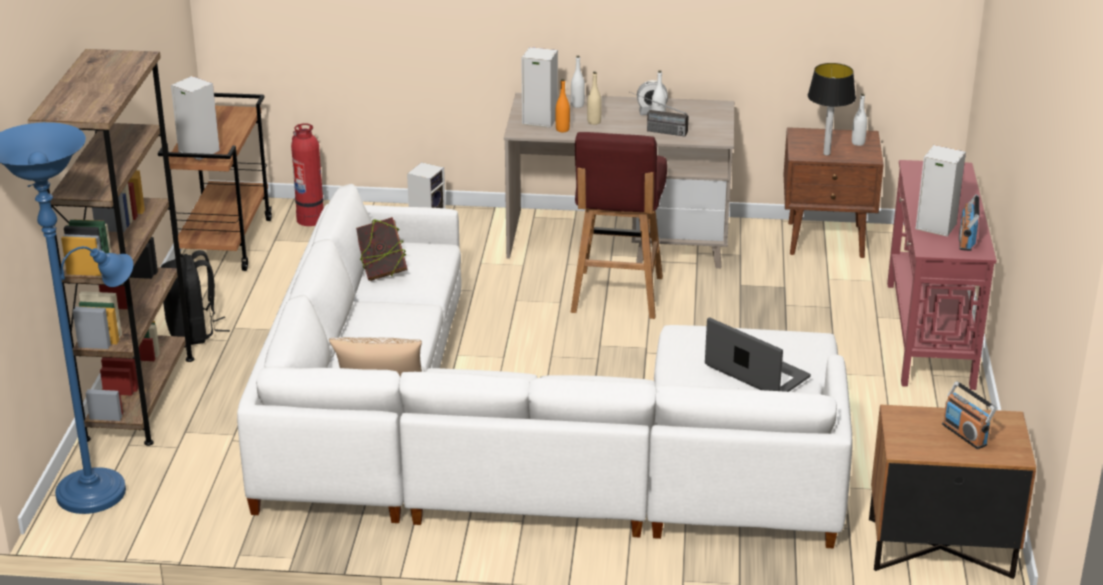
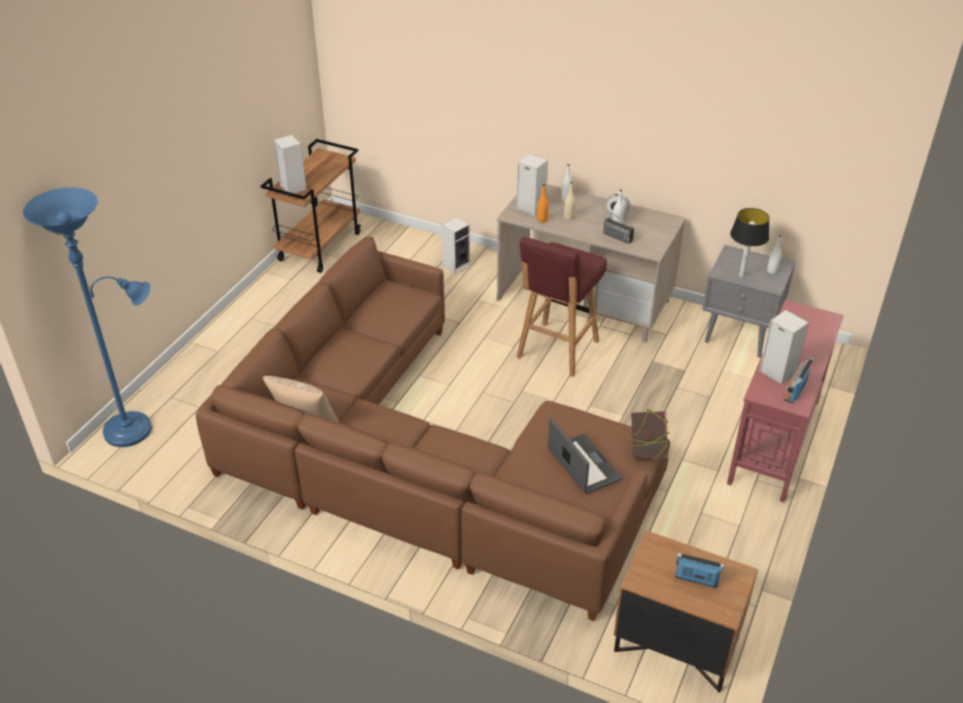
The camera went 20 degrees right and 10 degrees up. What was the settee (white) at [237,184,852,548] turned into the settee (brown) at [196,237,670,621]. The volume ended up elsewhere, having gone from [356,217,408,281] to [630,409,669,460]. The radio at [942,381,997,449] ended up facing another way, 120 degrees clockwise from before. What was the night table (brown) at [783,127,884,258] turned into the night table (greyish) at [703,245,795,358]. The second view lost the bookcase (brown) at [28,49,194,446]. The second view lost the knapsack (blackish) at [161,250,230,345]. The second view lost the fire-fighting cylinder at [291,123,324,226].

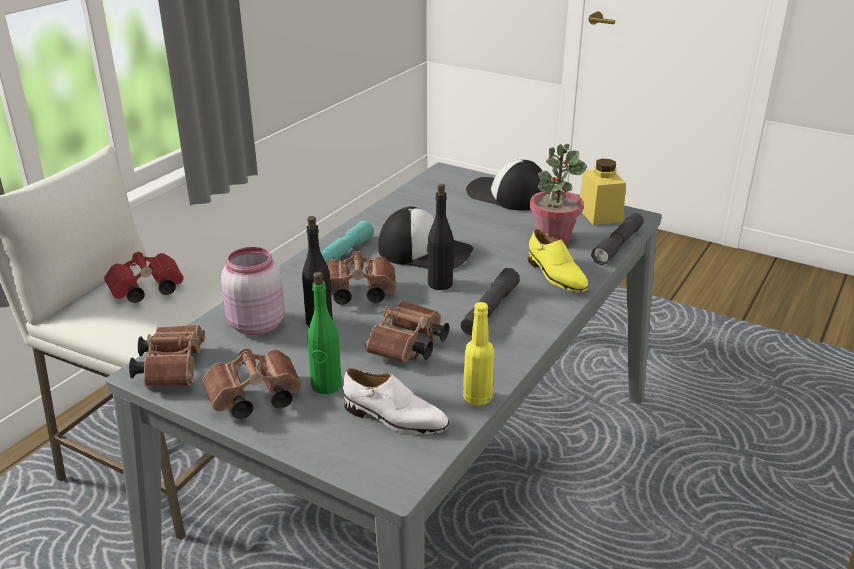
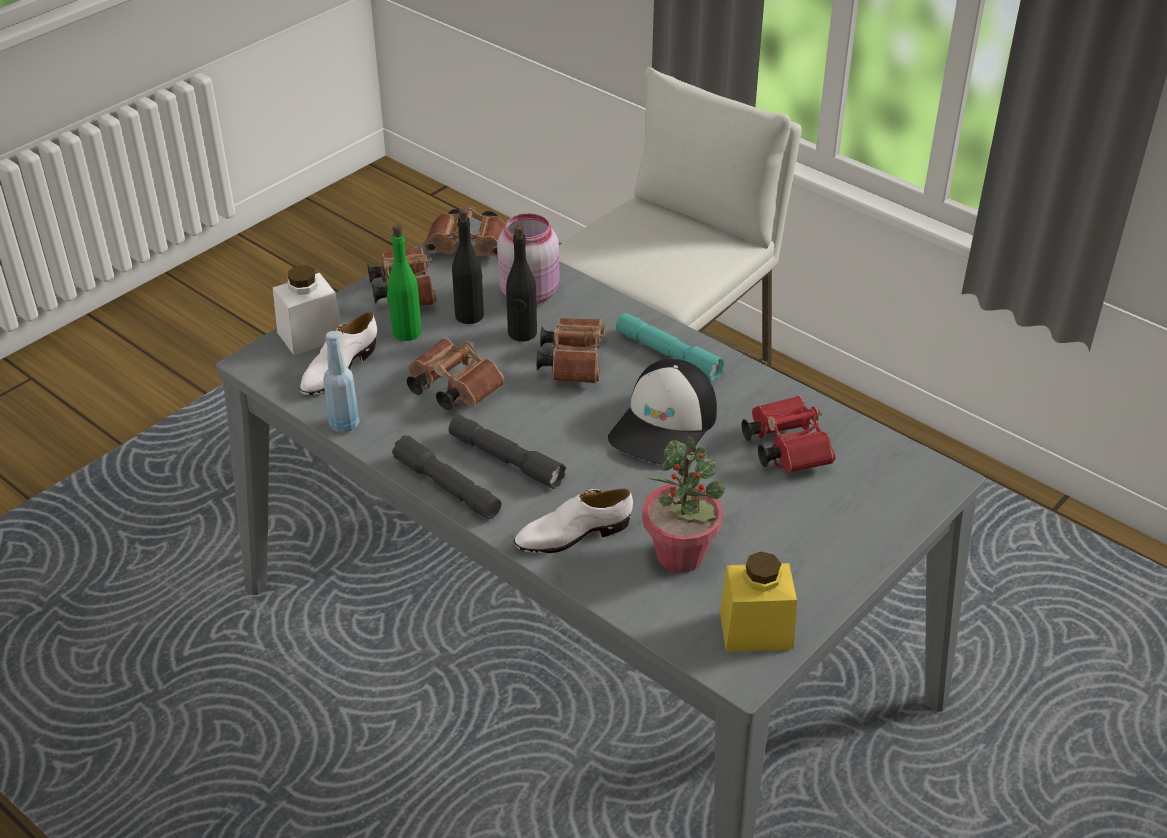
The camera went 100 degrees right and 10 degrees up. The second view gained the jar (white) at [273,265,341,355]. What was the drink bottle (yellow-coloured) at [463,302,494,406] turned into the drink bottle (blue-coloured) at [323,331,359,433]. The flashlight (greyish) ended up elsewhere, having gone from [591,213,644,265] to [392,435,501,519]. The drink bottle (blackish) ended up elsewhere, having gone from [427,184,453,290] to [452,208,484,324]. What was the shoe (yellow-coloured) at [528,229,588,292] turned into the shoe (white) at [514,489,633,553]. The pair of binoculars (red-coloured) ended up elsewhere, having gone from [104,252,184,303] to [741,396,835,473]. The second view lost the cap at [466,160,542,211].

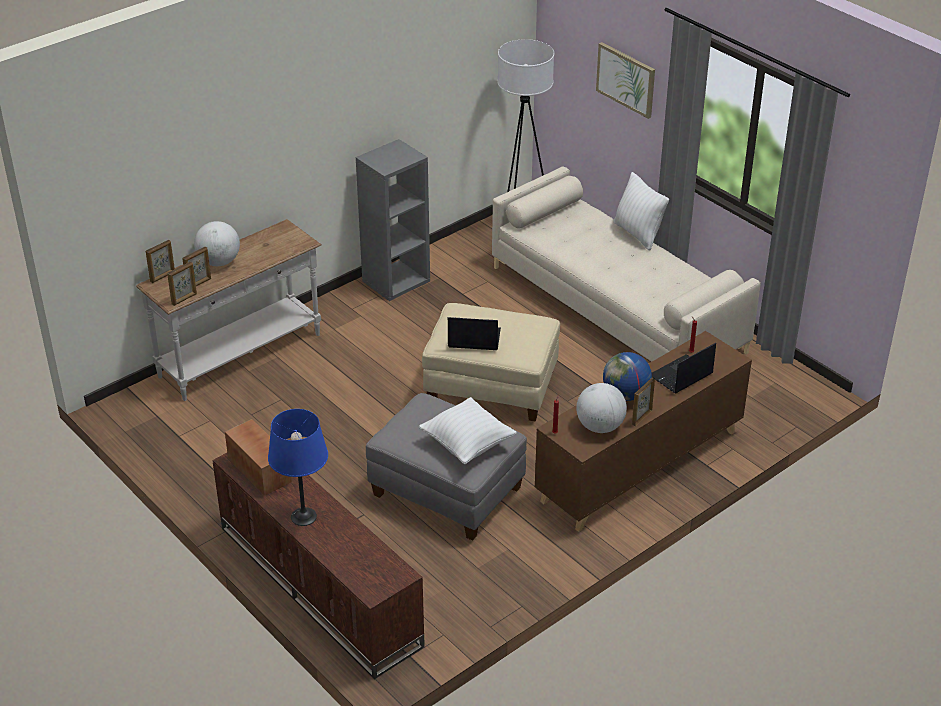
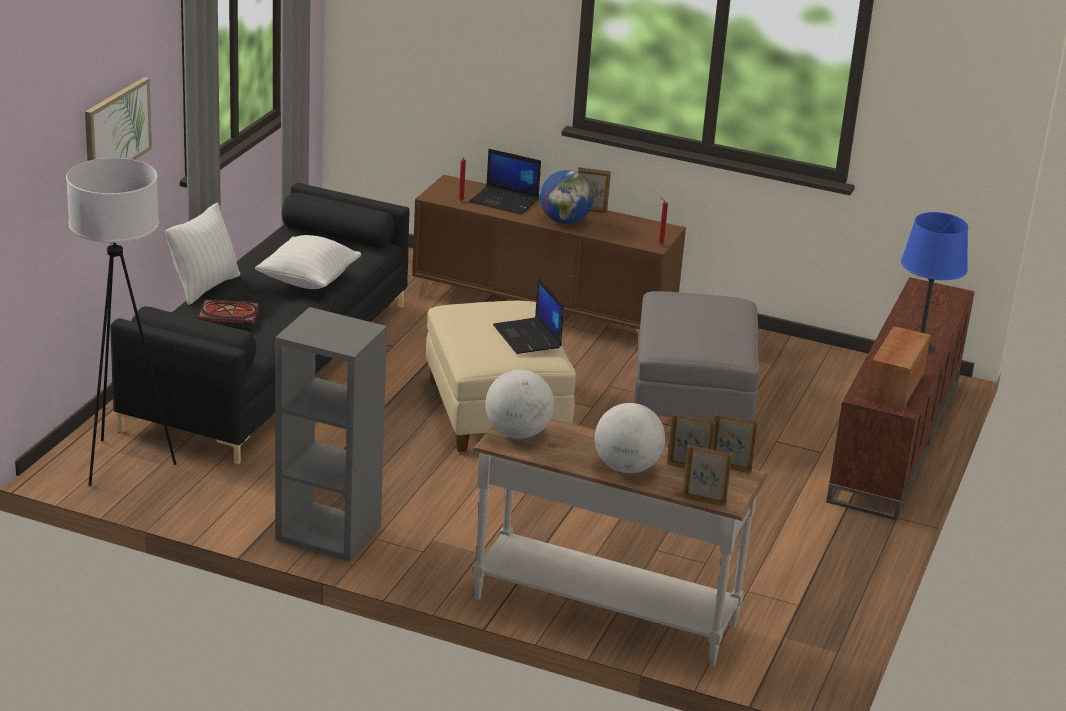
The camera went 120 degrees left and 10 degrees down. What was the settee (beige-coloured) at [492,167,761,362] turned into the settee (blackish) at [110,183,410,464]. The second view gained the volume at [198,299,259,325]. The pillow (white) ended up elsewhere, having gone from [419,397,517,464] to [255,235,361,289]. The globe ended up elsewhere, having gone from [576,383,627,433] to [485,370,554,439].

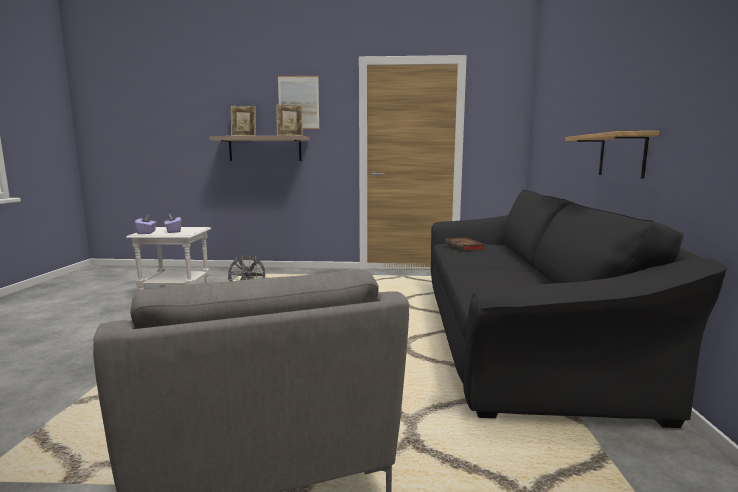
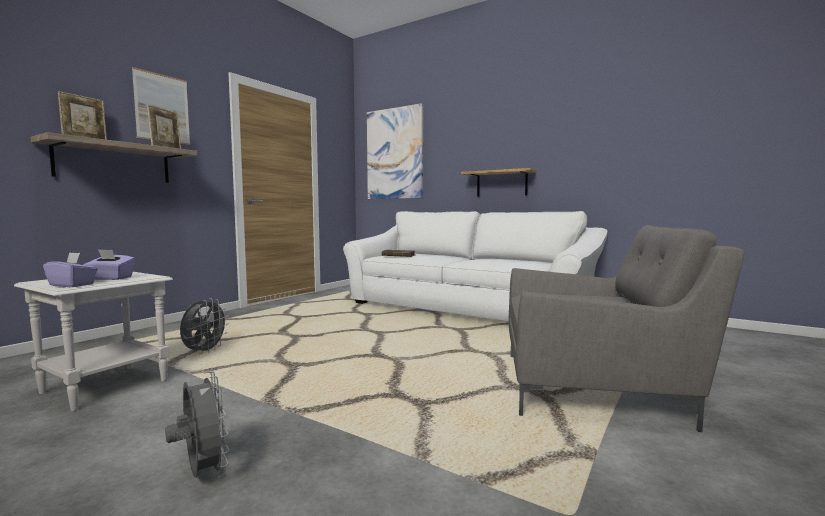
The camera went 60 degrees left and 5 degrees down. The second view gained the cooling fan (greyish) at [165,371,229,478]. What was the settee (blackish) at [431,190,727,428] turned into the settee (white) at [343,211,608,322]. The second view gained the picture at [367,103,423,199].

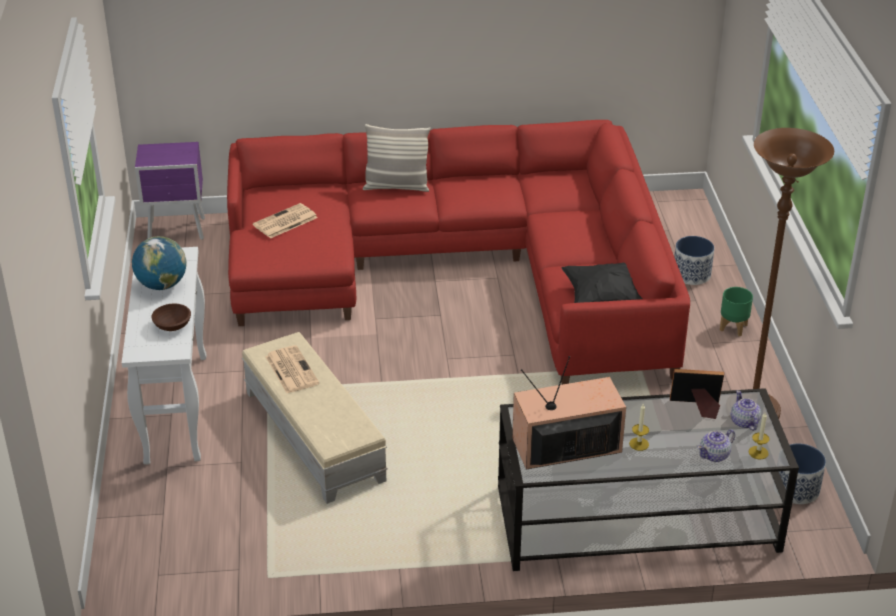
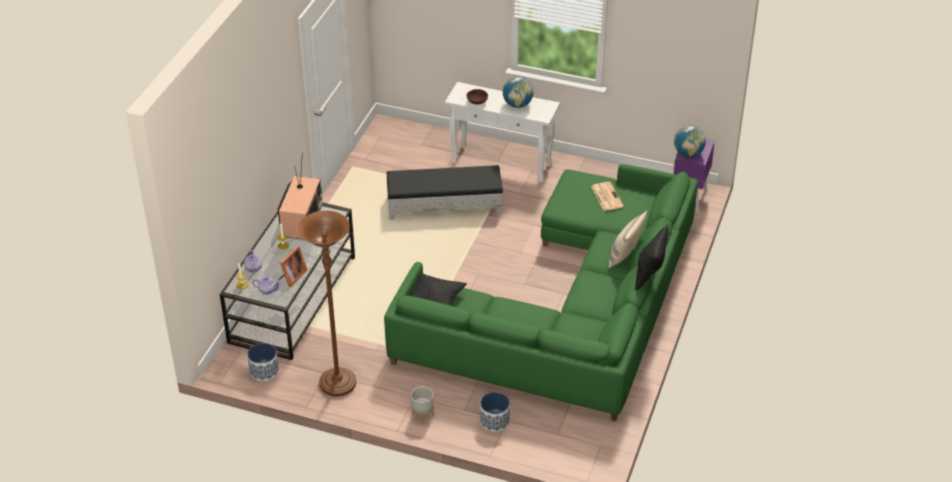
The camera went 115 degrees right and 5 degrees up. What was the settee (red-coloured) at [227,120,690,385] turned into the settee (green) at [384,164,698,421]. What was the pouffe (beige-coloured) at [242,332,388,504] turned into the pouffe (blackish) at [386,165,503,220]. What was the planter (green) at [720,287,753,336] turned into the planter (greyish) at [411,387,434,423]. The second view gained the pillow (blackish) at [635,225,668,290]. The second view gained the globe at [674,125,706,157]. The second view lost the newspaper at [265,345,319,393].

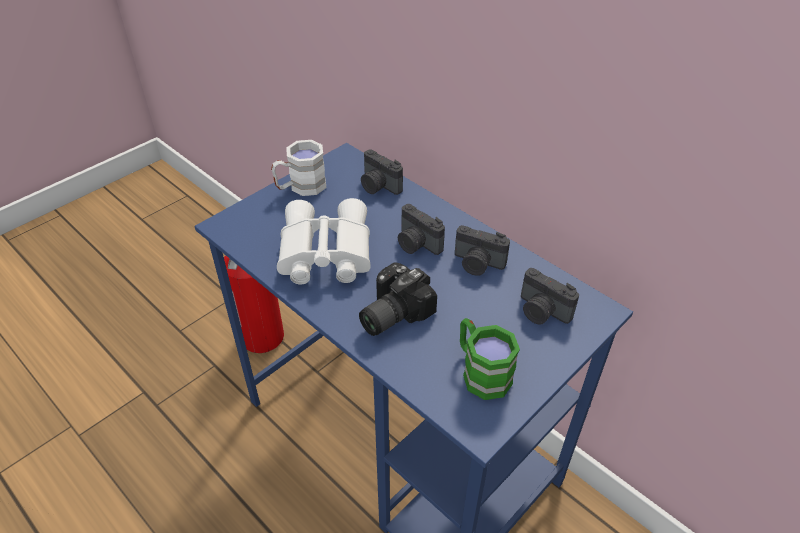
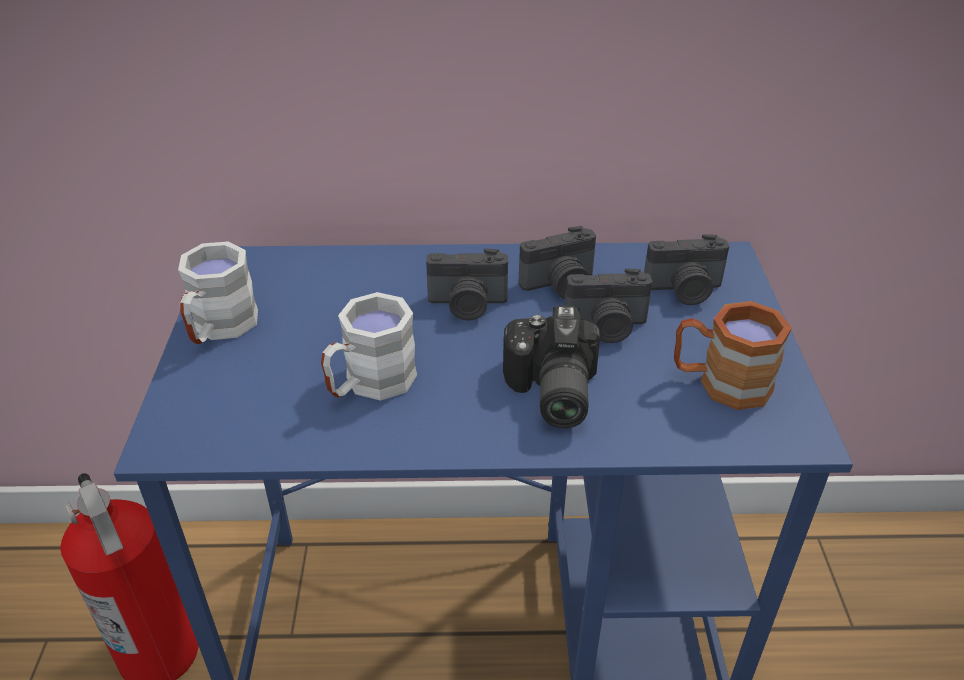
The camera went 45 degrees left and 5 degrees down. Where the pair of binoculars (white) stood at [277,198,370,284], the mug (white) came to stand at [321,292,417,401]. The photo camera ended up elsewhere, having gone from [361,149,403,195] to [565,268,652,343]. What was the mug (green) at [460,318,520,400] turned into the mug (brown) at [674,301,792,410].

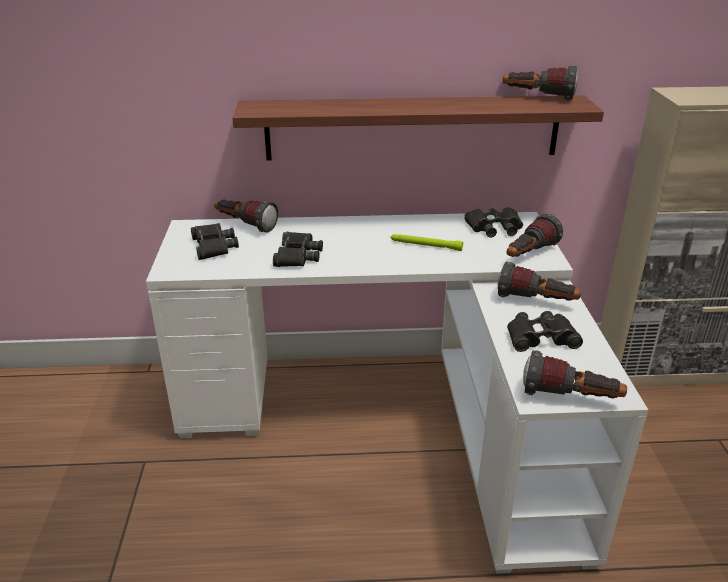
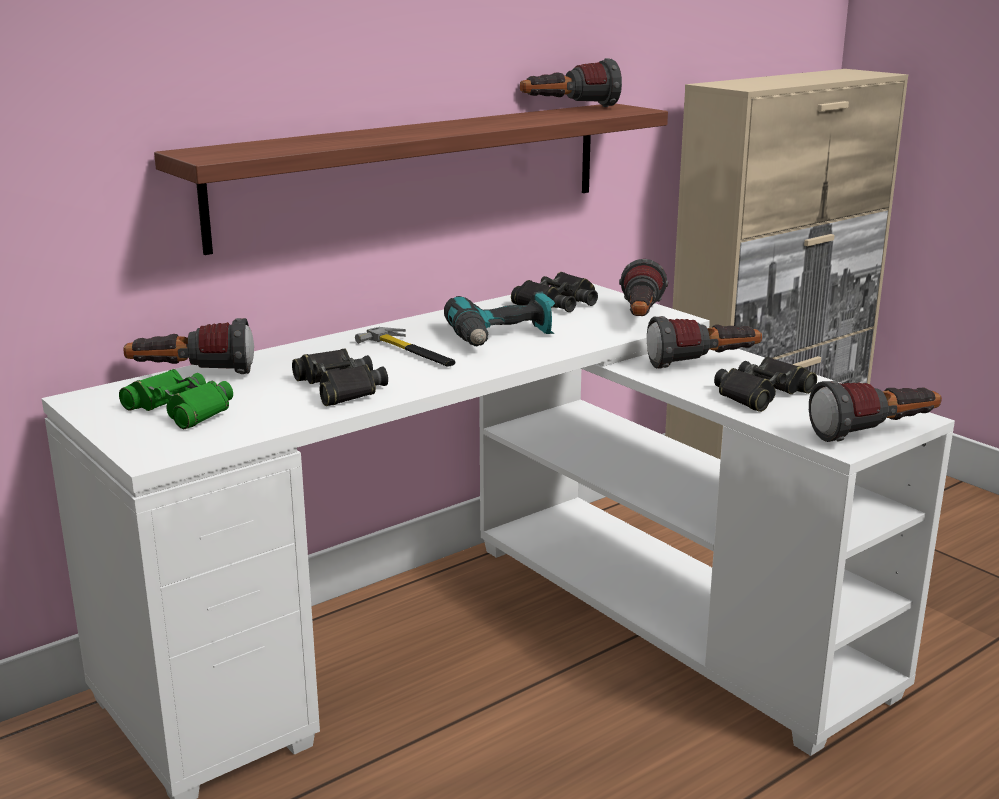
The camera went 35 degrees left and 10 degrees down. What was the pair of binoculars (blackish) at [191,223,239,260] turned into the pair of binoculars (green) at [119,369,233,429]. The second view gained the hammer at [355,327,456,367]. Where the flashlight (green) stood at [390,234,463,251], the drill came to stand at [444,292,555,346].

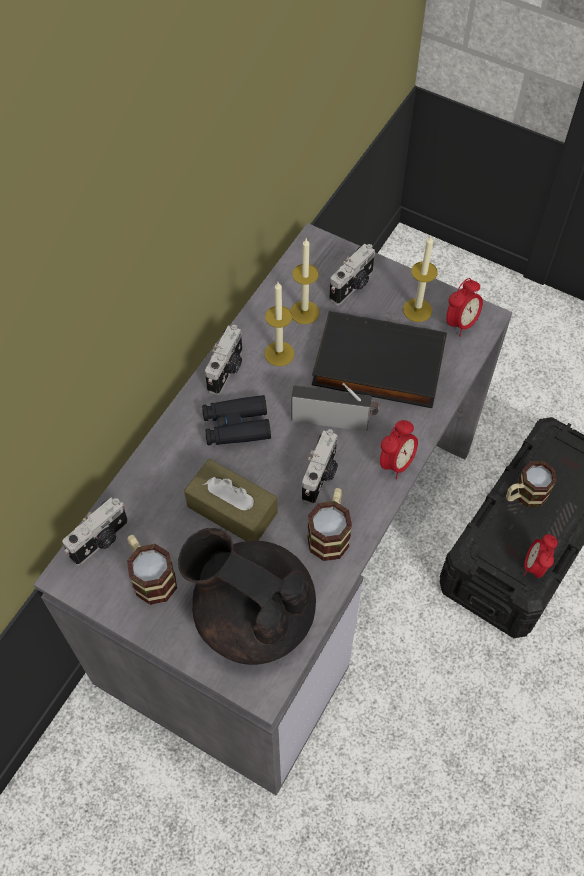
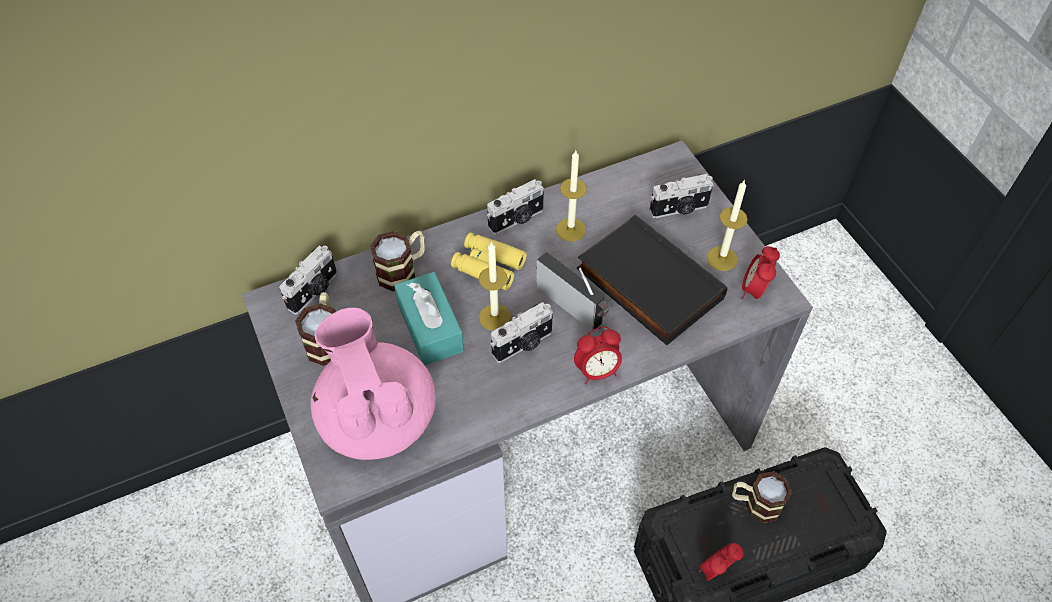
The camera went 35 degrees right and 5 degrees down. The photo camera at [62,498,128,565] ended up facing another way, 45 degrees counterclockwise from before. What was the pot for tea (blackish) at [178,528,316,665] turned into the pot for tea (pink-coloured) at [311,308,436,460]. The mug ended up elsewhere, having gone from [307,488,352,561] to [370,231,425,291]. What was the box of tissues (brown) at [184,459,278,541] turned into the box of tissues (turquoise-coloured) at [394,272,464,365]. What was the pair of binoculars (blackish) at [202,395,271,445] turned into the pair of binoculars (yellow-coloured) at [451,233,527,290]. The candle ended up elsewhere, having gone from [290,239,319,324] to [479,241,511,331]. The bedside clock at [446,278,483,337] ended up facing another way, 120 degrees clockwise from before.

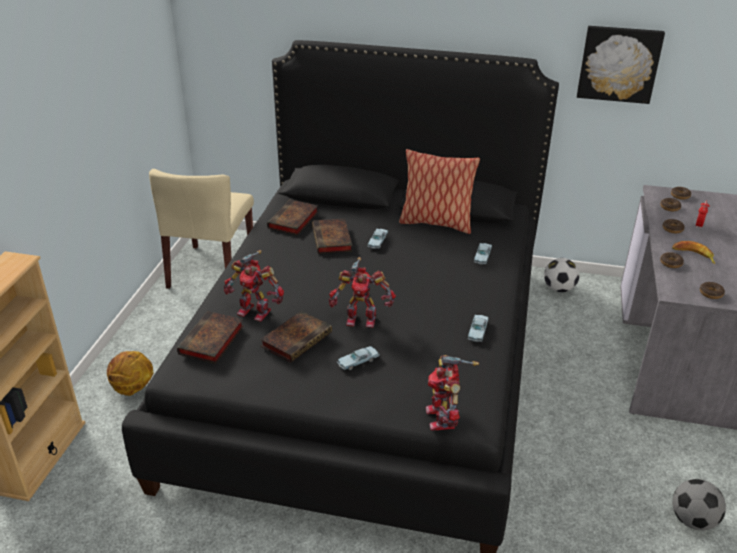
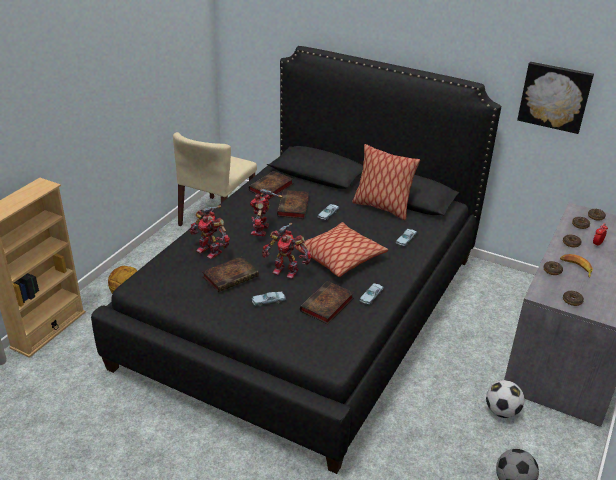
The camera went 15 degrees right and 0 degrees up. The toy robot ended up elsewhere, having gone from [425,355,479,430] to [250,189,283,236]. The second view gained the pillow at [294,222,388,277]. The volume ended up elsewhere, having gone from [177,311,244,364] to [300,281,354,324]. The ball for football ended up elsewhere, having gone from [544,258,580,292] to [486,380,525,418].

